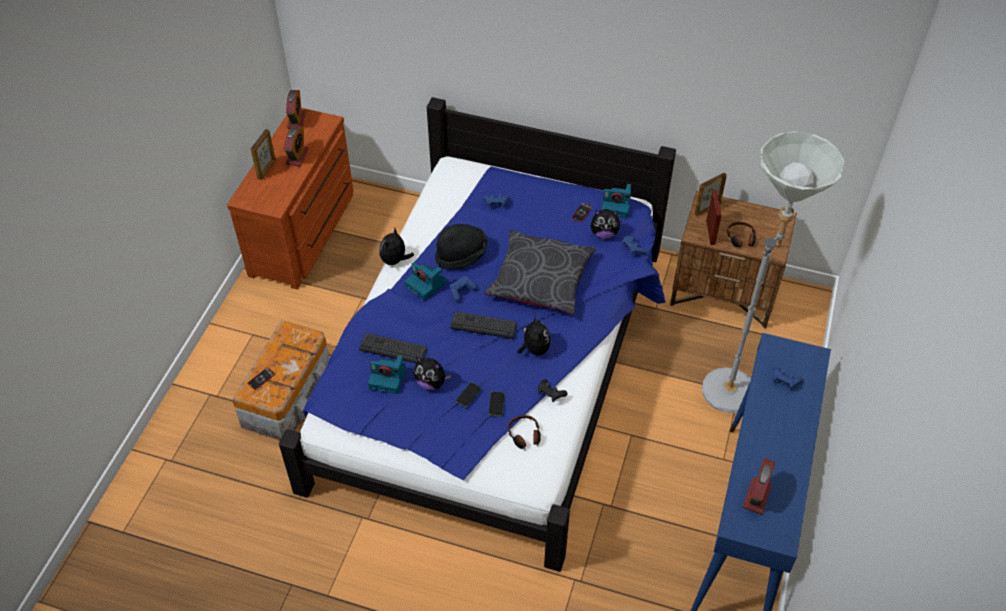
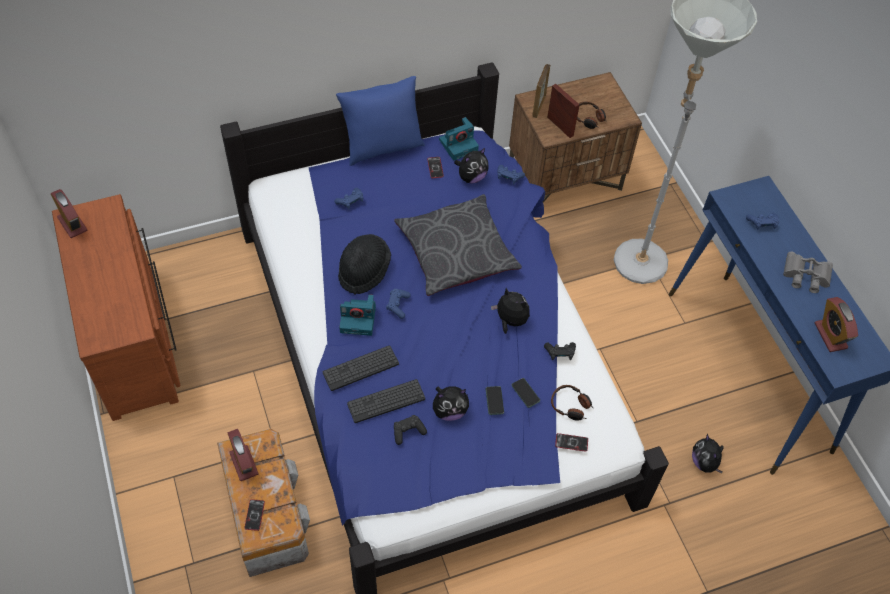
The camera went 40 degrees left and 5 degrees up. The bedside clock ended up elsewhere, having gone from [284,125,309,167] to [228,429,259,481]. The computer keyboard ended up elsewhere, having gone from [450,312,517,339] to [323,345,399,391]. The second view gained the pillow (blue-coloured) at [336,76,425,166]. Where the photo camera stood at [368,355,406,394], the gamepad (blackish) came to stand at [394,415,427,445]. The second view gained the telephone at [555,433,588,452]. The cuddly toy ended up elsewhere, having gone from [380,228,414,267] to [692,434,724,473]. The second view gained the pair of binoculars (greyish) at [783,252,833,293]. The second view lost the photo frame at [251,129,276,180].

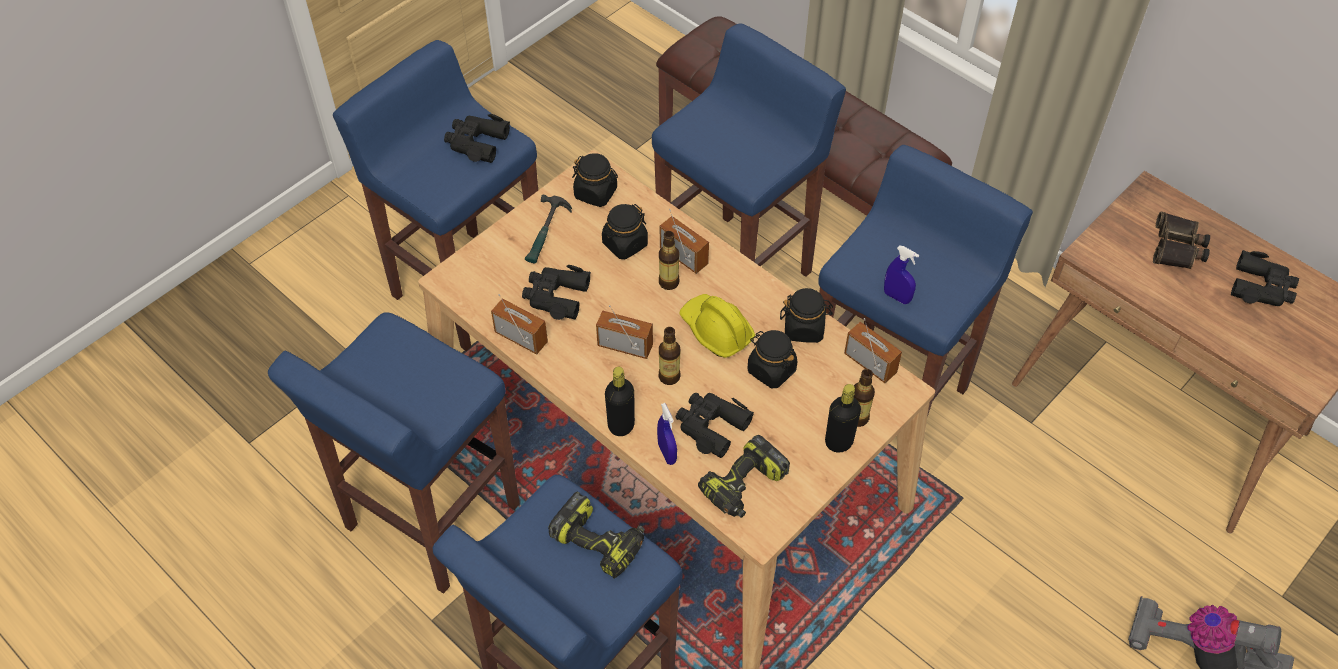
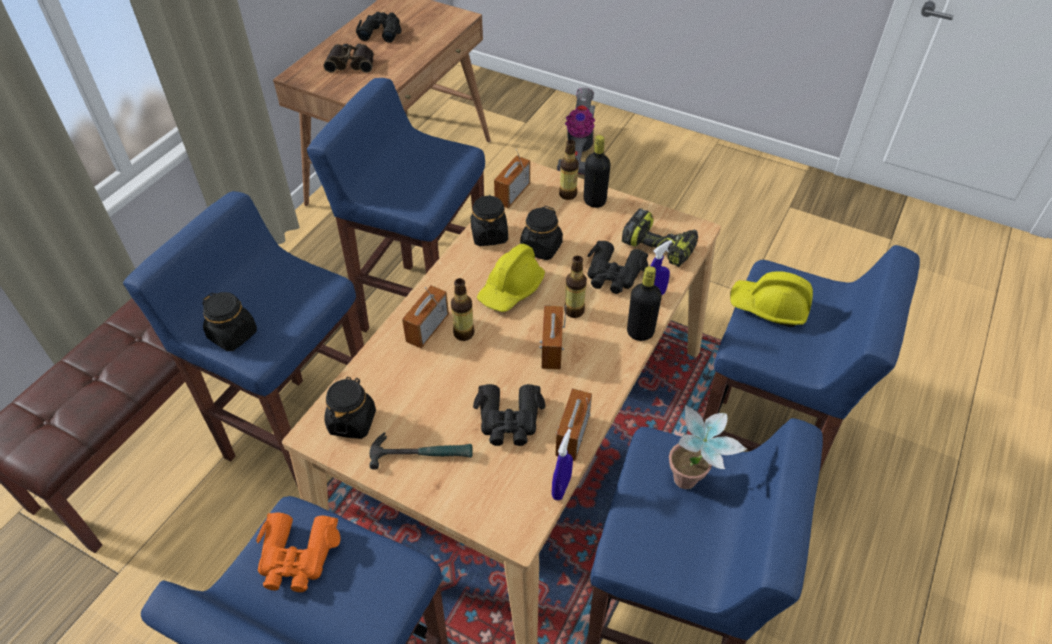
The camera went 105 degrees left and 5 degrees down. The jar (blackish) ended up elsewhere, having gone from [602,204,648,259] to [202,292,257,351]. What was the pair of binoculars (blackish) at [444,114,510,163] turned into the pair of binoculars (orangey) at [256,513,340,592]. The sprayer (blue-coloured) ended up elsewhere, having gone from [884,246,919,304] to [552,429,573,500]. The second view gained the houseplant at [669,405,747,489]. Where the drill stood at [548,492,645,579], the work helmet (yellow-coloured) came to stand at [730,271,813,327].

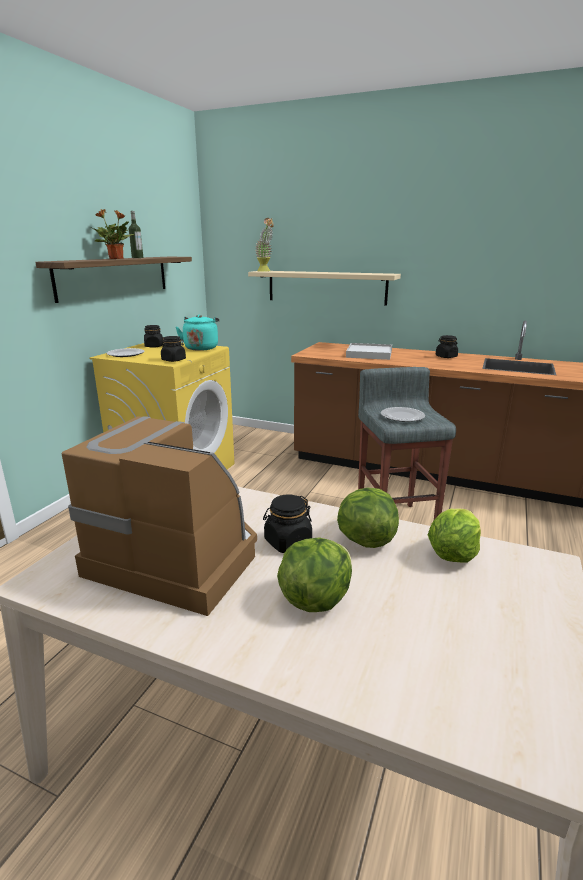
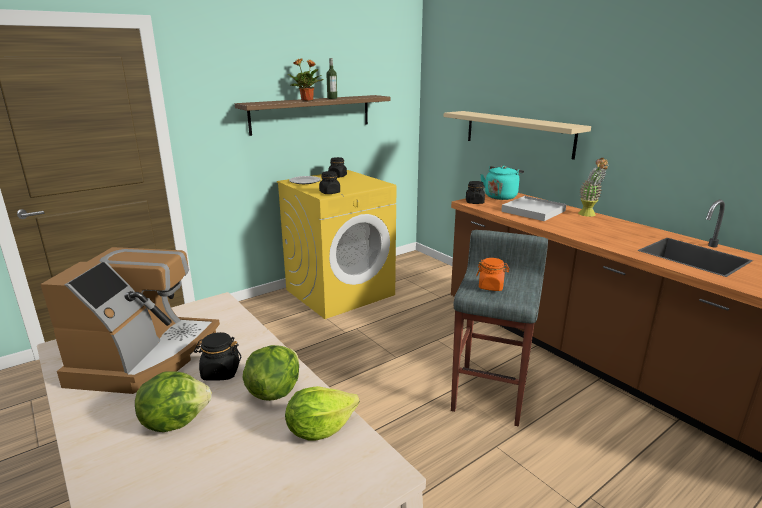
The camera went 30 degrees right and 0 degrees up. The coffee maker at [62,416,257,616] ended up facing another way, 45 degrees clockwise from before. The jar (blackish) ended up elsewhere, having gone from [436,335,458,358] to [466,181,485,204]. Where the plate stood at [381,407,425,422], the jar (orangey) came to stand at [476,258,509,291]. The water kettle (turquoise-coloured) ended up elsewhere, having gone from [176,315,219,351] to [480,166,524,200]. The houseplant ended up elsewhere, having gone from [255,218,274,272] to [578,158,609,217].

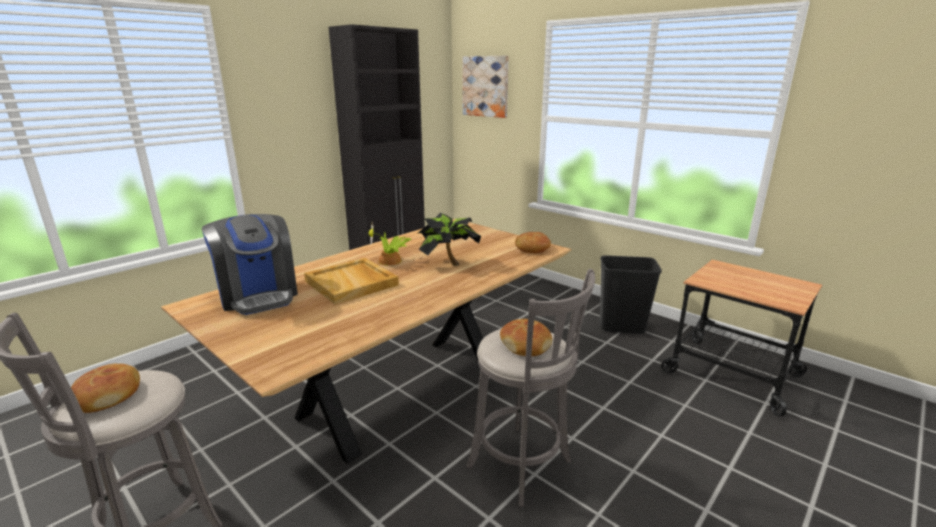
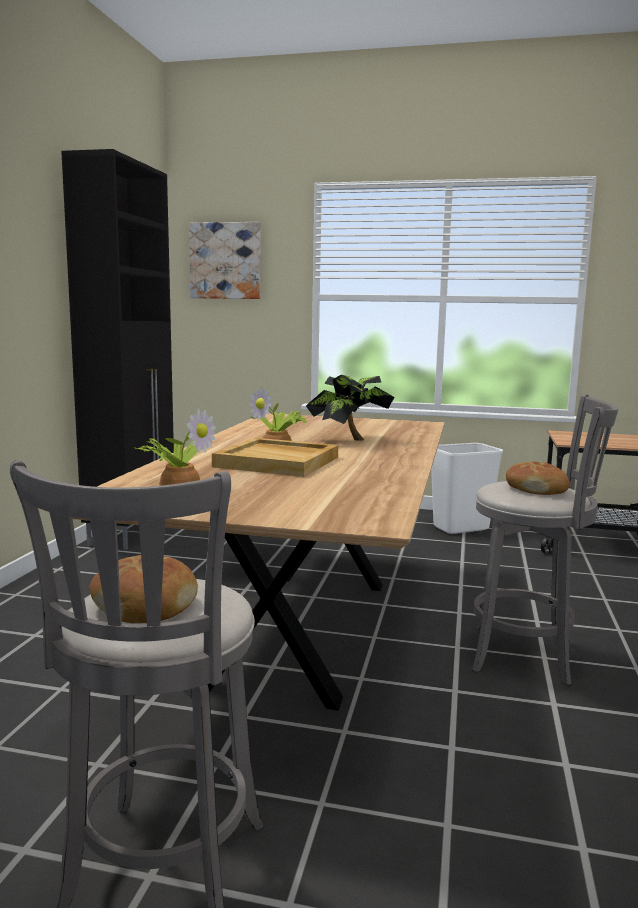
The camera went 30 degrees left and 10 degrees down. Where the coffee maker stood at [202,214,298,315], the houseplant came to stand at [134,408,216,486]. What was the waste bin (blackish) at [600,255,662,334] turned into the waste bin (white) at [431,443,503,534]. The second view lost the bread at [515,232,551,253].

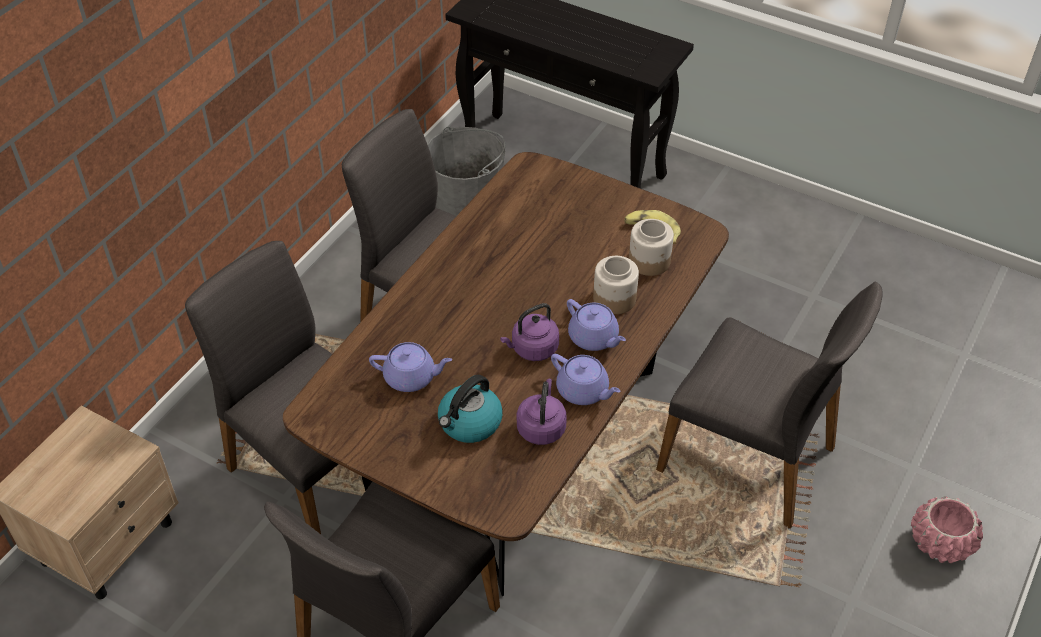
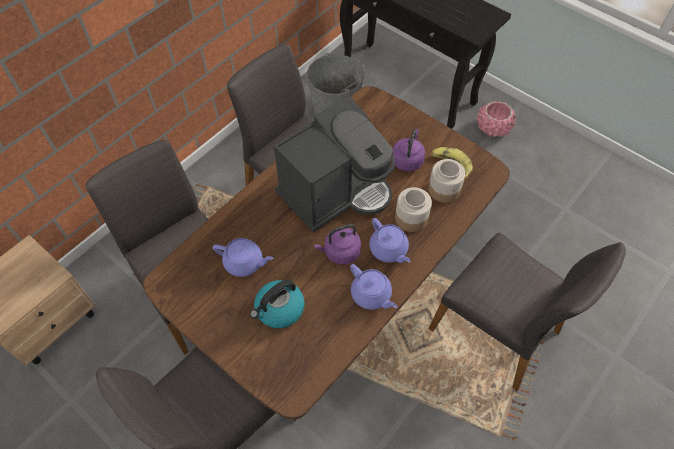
The camera went 10 degrees right and 10 degrees up. The second view gained the coffee maker at [274,96,395,232]. The water kettle (purple-coloured) ended up elsewhere, having gone from [517,379,567,445] to [392,129,425,171]. The planter (pink-coloured) ended up elsewhere, having gone from [911,496,983,563] to [477,101,516,137].

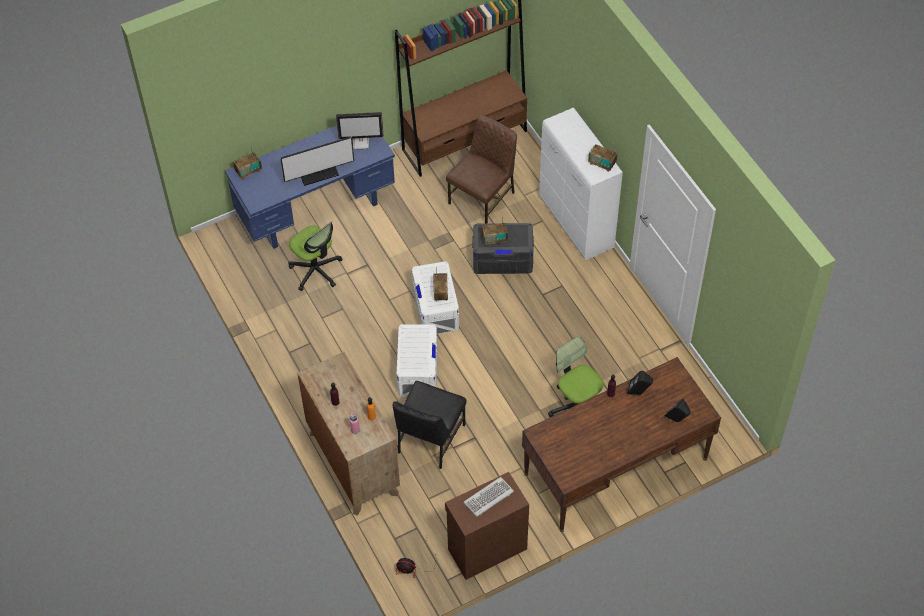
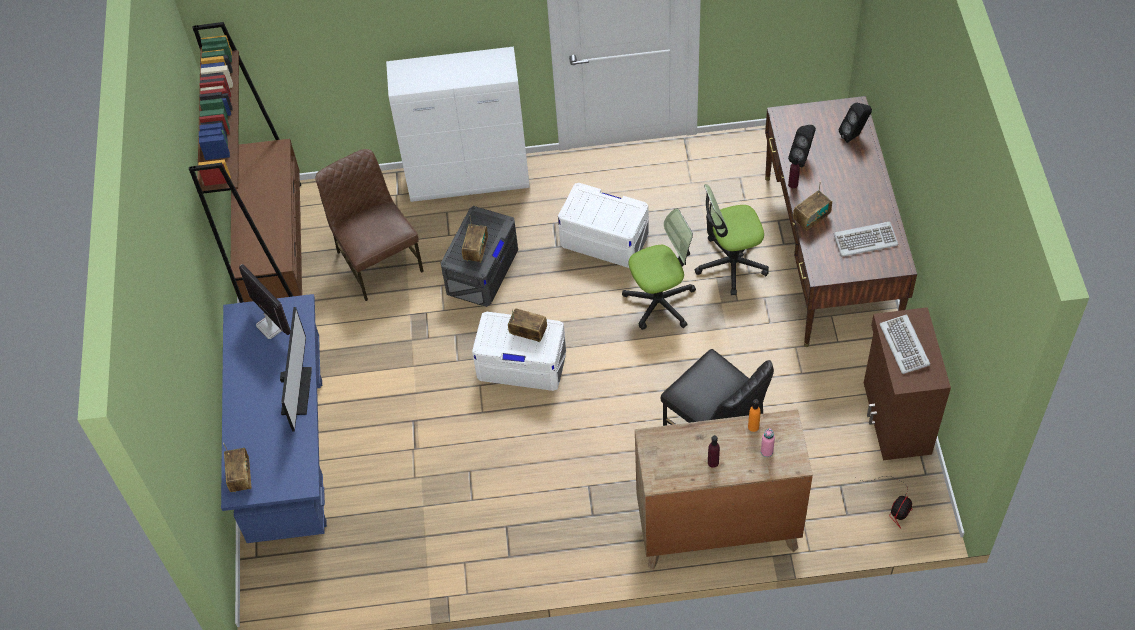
The camera went 65 degrees left and 0 degrees up. The computer display at [336,112,384,150] ended up facing another way, 60 degrees counterclockwise from before. The storage box (white) ended up elsewhere, having gone from [397,324,438,397] to [558,183,649,268]. The office chair ended up elsewhere, having gone from [288,221,343,291] to [622,209,696,330]. The radio ended up elsewhere, having gone from [588,144,617,172] to [793,181,832,231]. The second view gained the computer keyboard at [834,222,898,257].

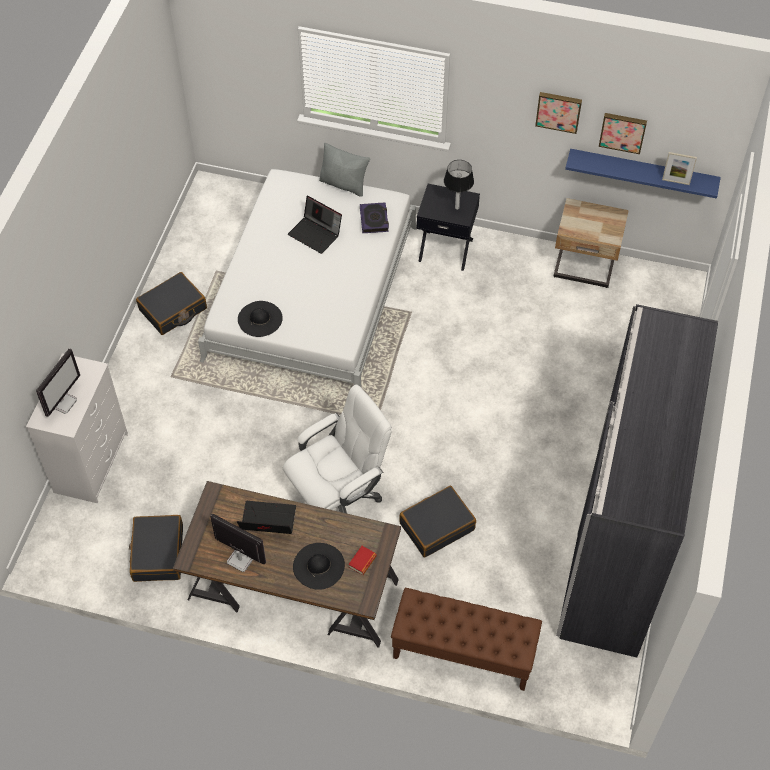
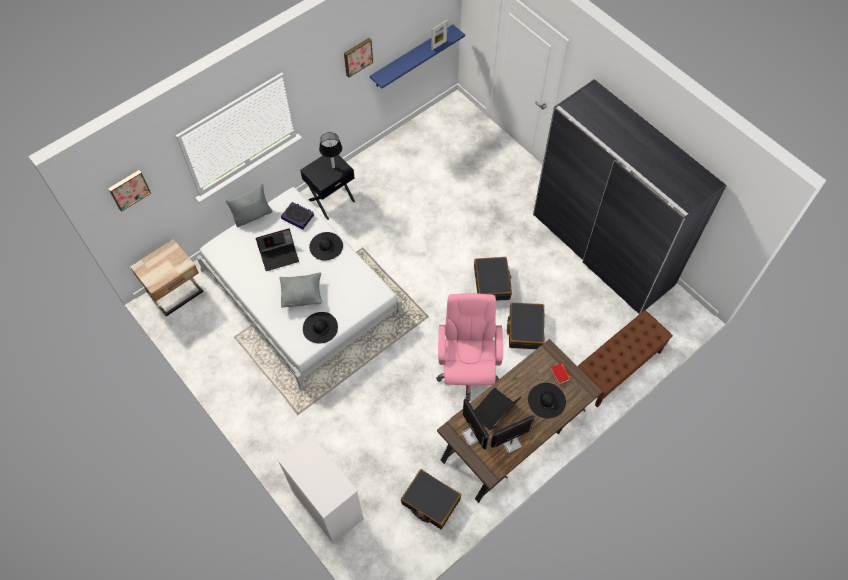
The camera went 55 degrees left and 5 degrees up. The picture ended up elsewhere, having gone from [599,113,647,154] to [108,170,151,212]. The night table (beige-coloured) ended up elsewhere, having gone from [553,198,629,288] to [130,239,203,316]. The second view gained the pillow (greyish) at [279,273,322,308]. The second view gained the clothing hat (blackish) at [309,232,343,261]. What was the office chair (white) at [283,384,392,513] turned into the office chair (pink-coloured) at [436,293,503,402]. The computer display ended up elsewhere, having gone from [36,349,80,417] to [462,398,489,449]. The travel case (blackish) ended up elsewhere, having gone from [136,272,207,335] to [474,257,512,301].

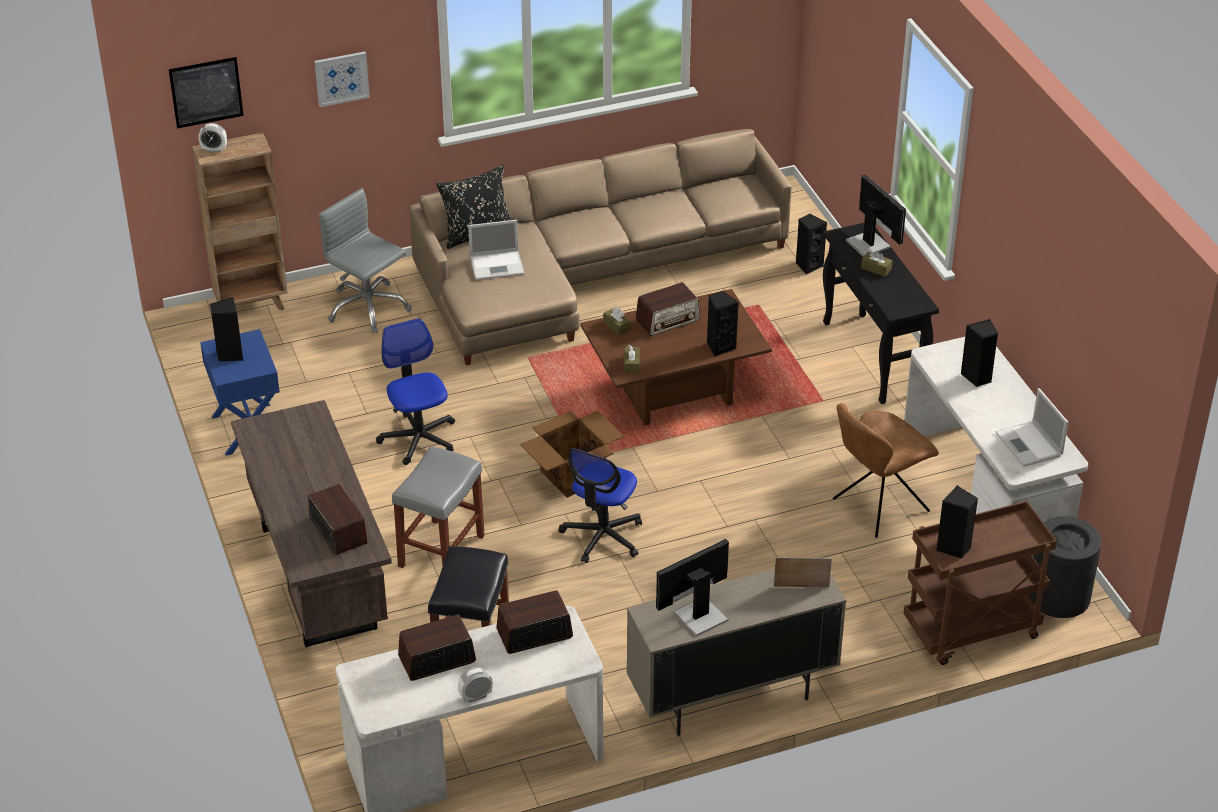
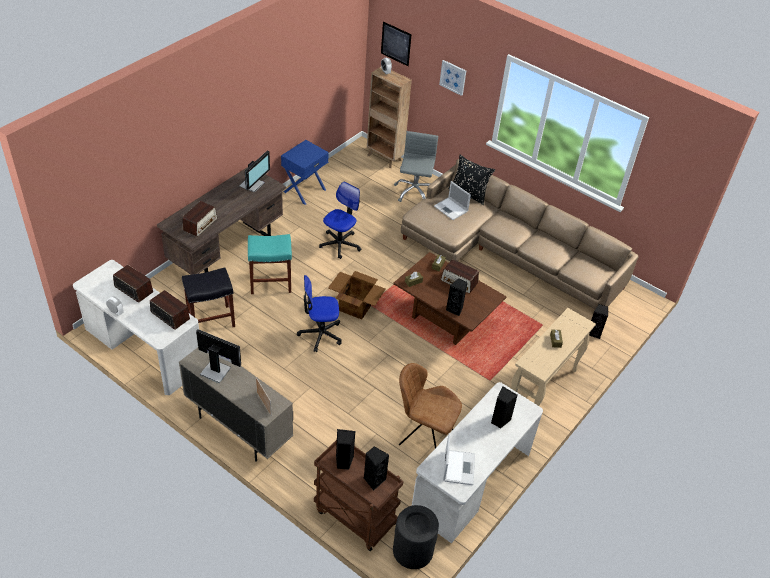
The camera went 55 degrees right and 5 degrees up. The computer display ended up elsewhere, having gone from [846,174,906,257] to [239,151,270,193]. What was the sitting stool (greyish) at [392,446,485,568] turned into the sitting stool (turquoise-coloured) at [248,234,292,294]. The speaker (blackish) ended up elsewhere, having gone from [210,297,243,362] to [364,446,389,491]. The notebook computer at [995,388,1068,467] ended up facing another way, 150 degrees clockwise from before. What was the narrow table (blackish) at [823,223,939,404] turned into the narrow table (beige-coloured) at [511,308,596,406].

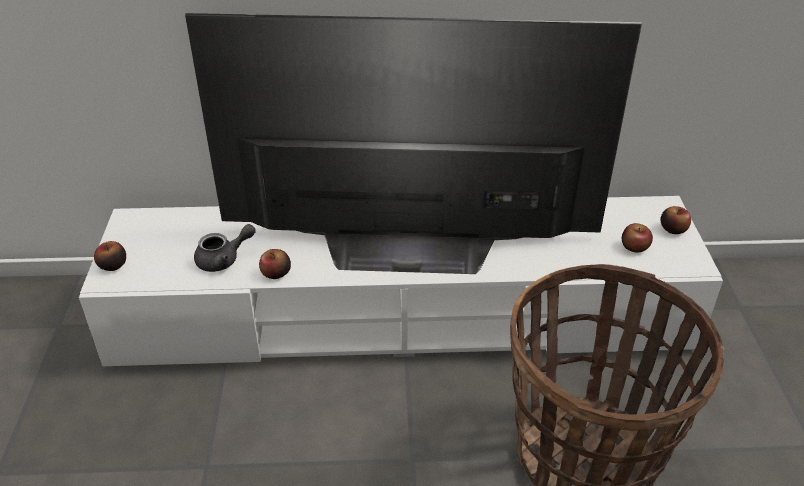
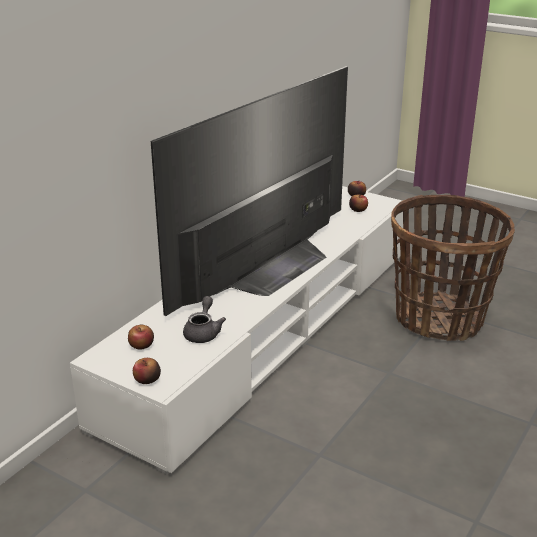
The camera went 55 degrees left and 10 degrees down. The apple ended up elsewhere, having gone from [259,249,291,279] to [128,325,154,350].

